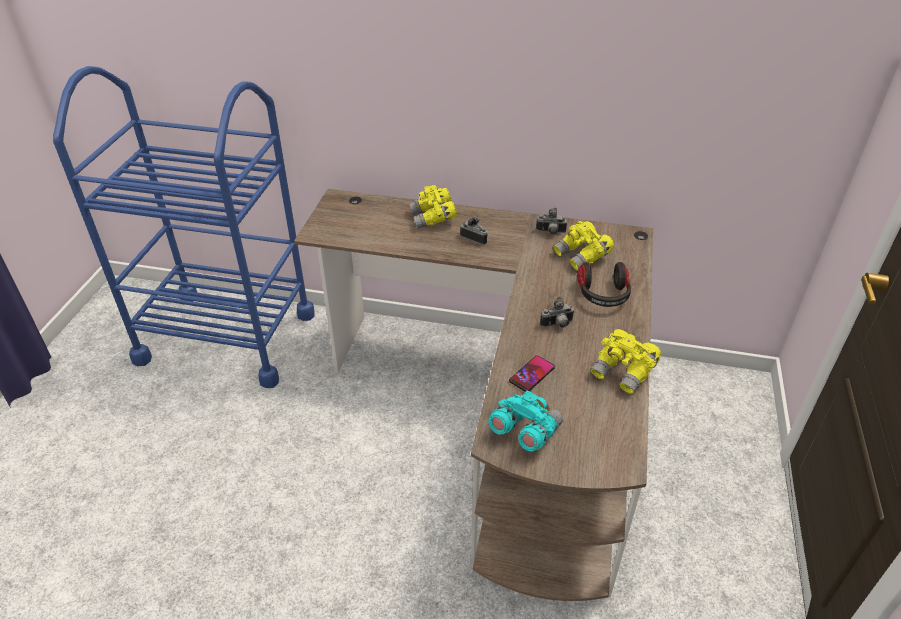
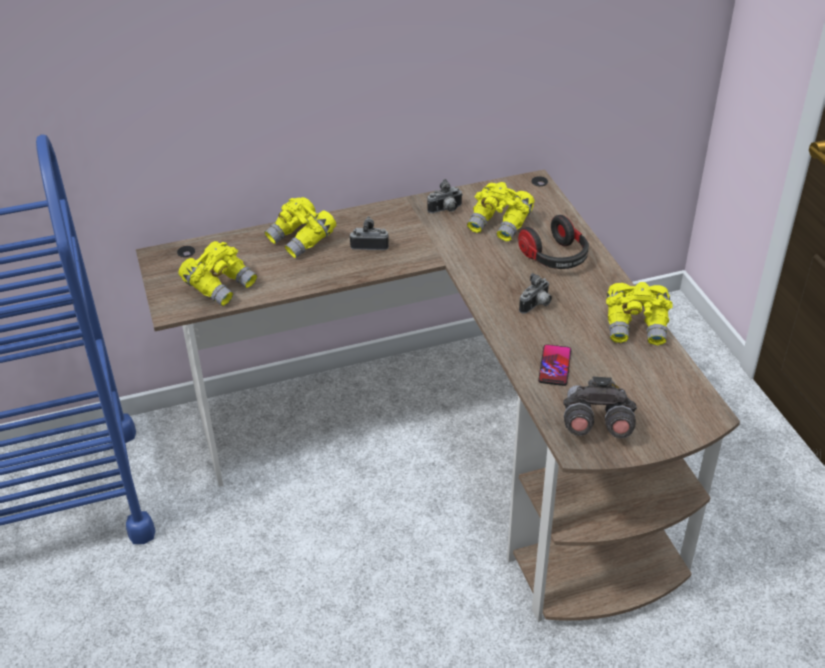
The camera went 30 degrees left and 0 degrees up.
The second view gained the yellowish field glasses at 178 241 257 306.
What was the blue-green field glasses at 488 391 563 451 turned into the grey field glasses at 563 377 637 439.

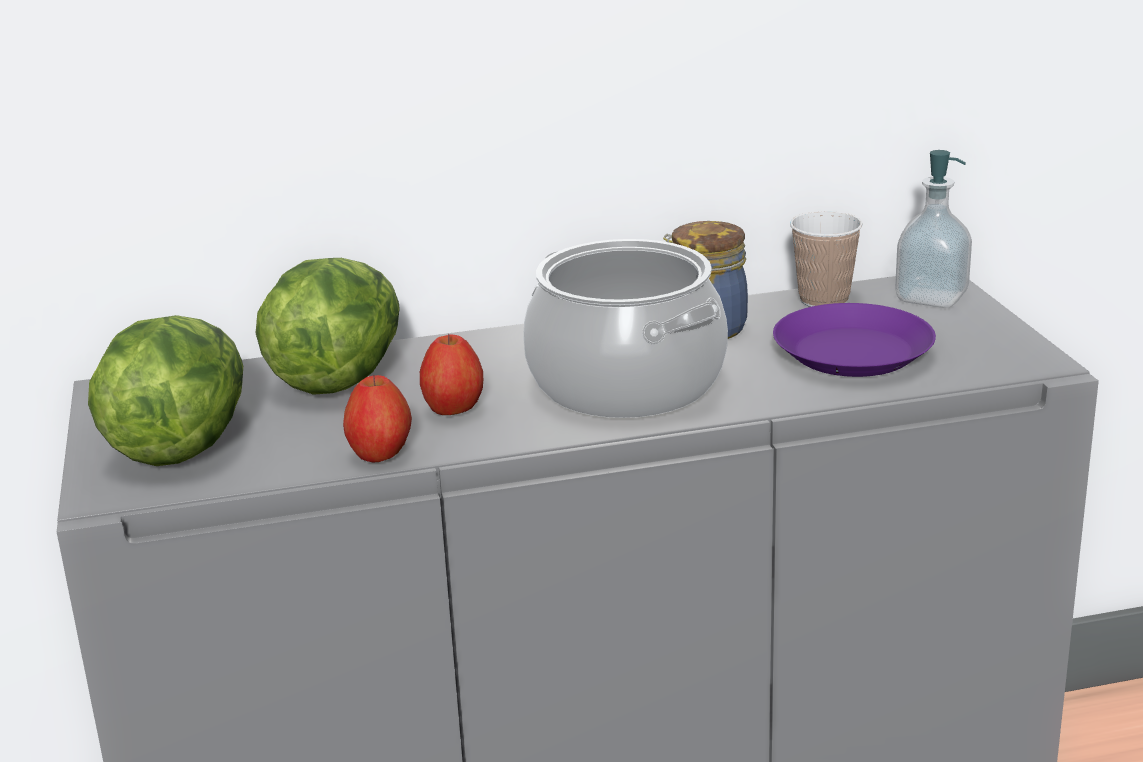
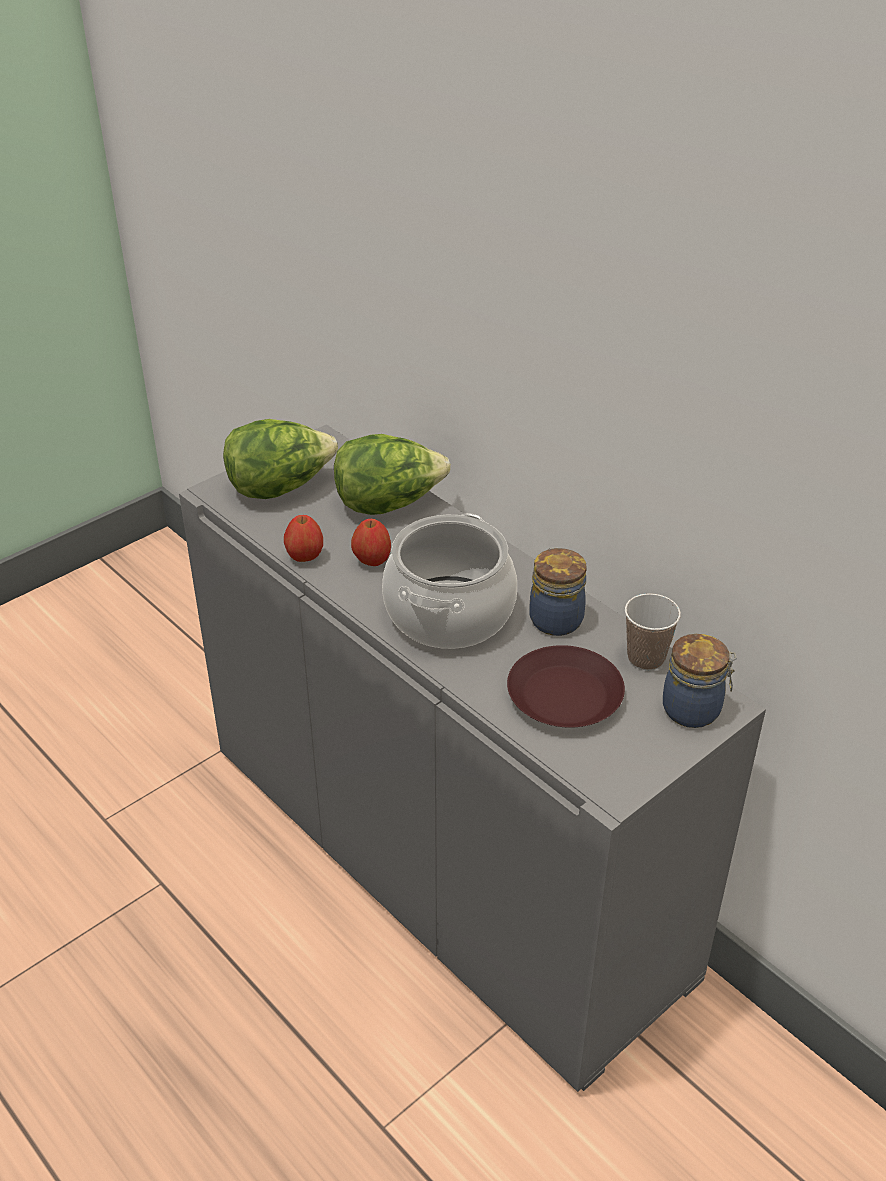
The camera went 60 degrees right and 15 degrees up.
Where the soap bottle stood at 895 150 972 308, the jar came to stand at 663 634 737 728.
What was the purple dinner plate at 773 303 936 377 turned into the brown-coloured dinner plate at 507 645 625 728.

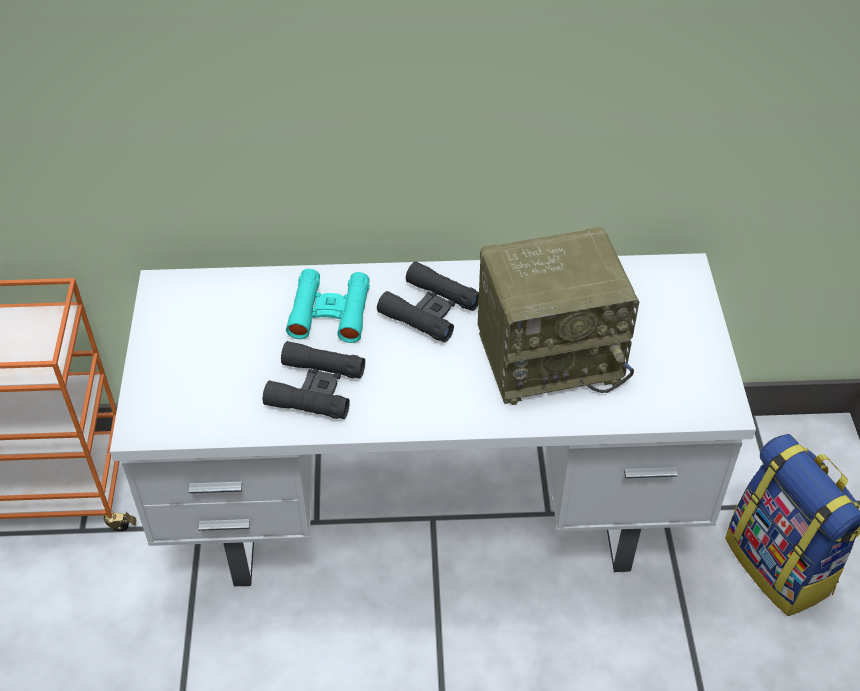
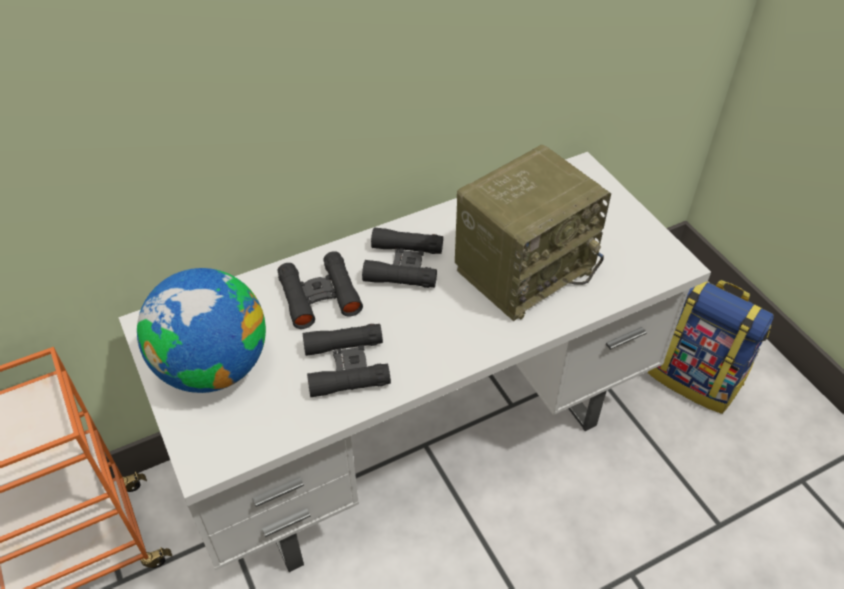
The camera went 25 degrees left and 0 degrees up.
The second view gained the world globe at 137 268 266 393.
What was the blue-green field glasses at 286 269 370 343 turned into the black-coloured field glasses at 278 251 363 329.

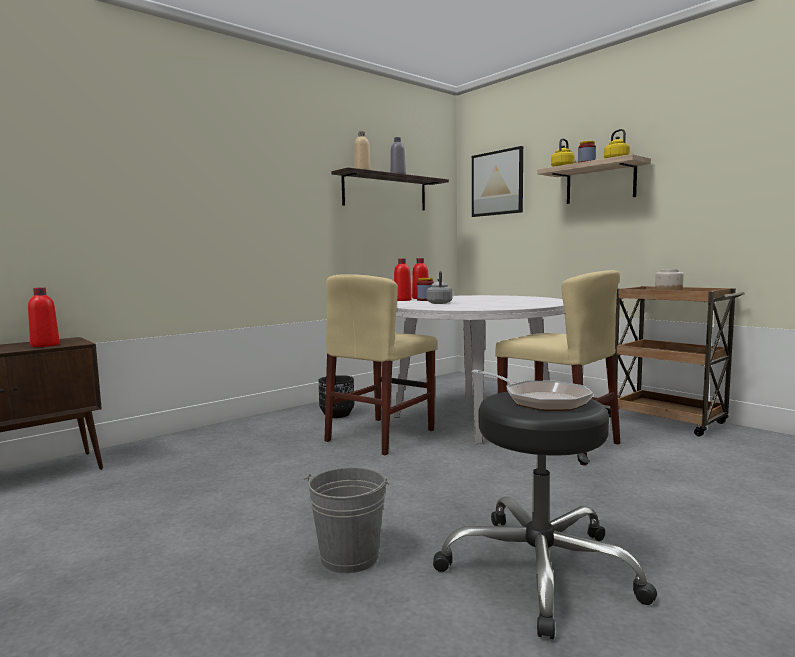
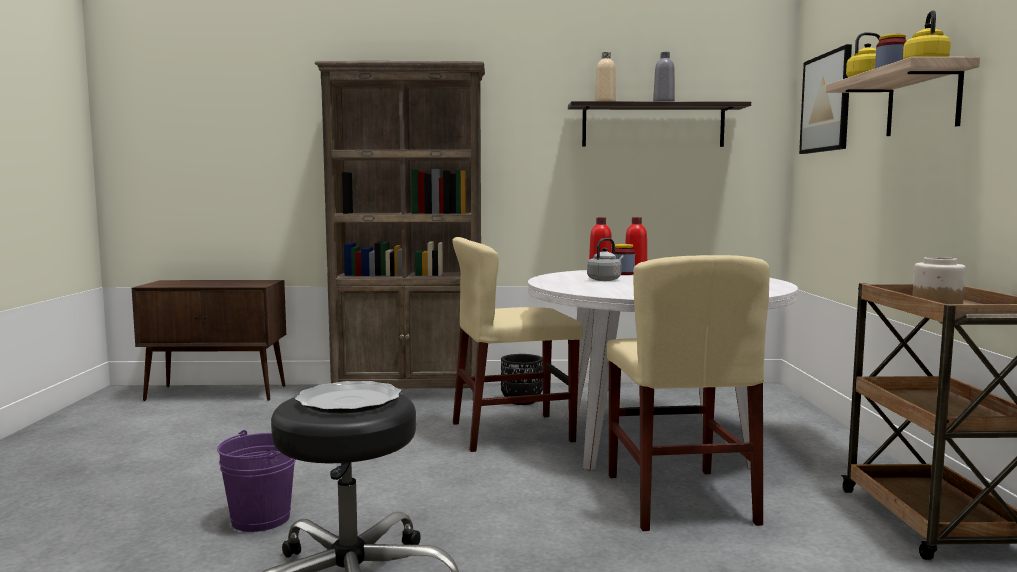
The camera went 40 degrees right and 0 degrees up.
The second view lost the reddish drink bottle at 28 288 60 347.
The second view gained the brown-coloured bookcase at 315 61 485 401.
Where the pan stood at 471 370 593 411, the dinner plate came to stand at 295 381 401 413.
What was the grey water bucket at 304 467 390 573 turned into the purple water bucket at 217 430 296 532.

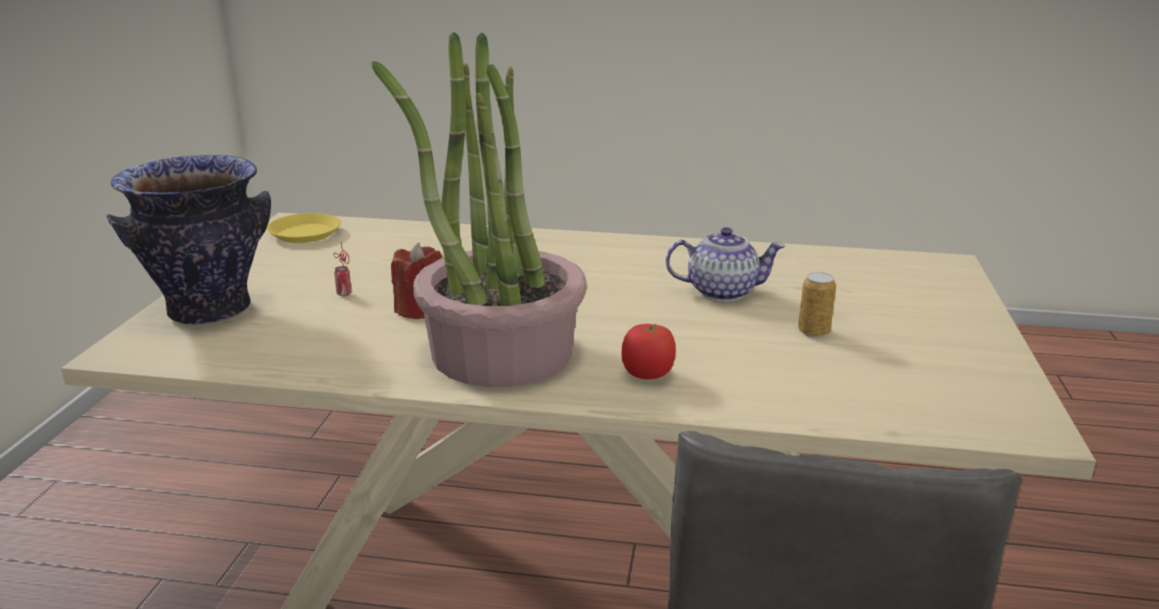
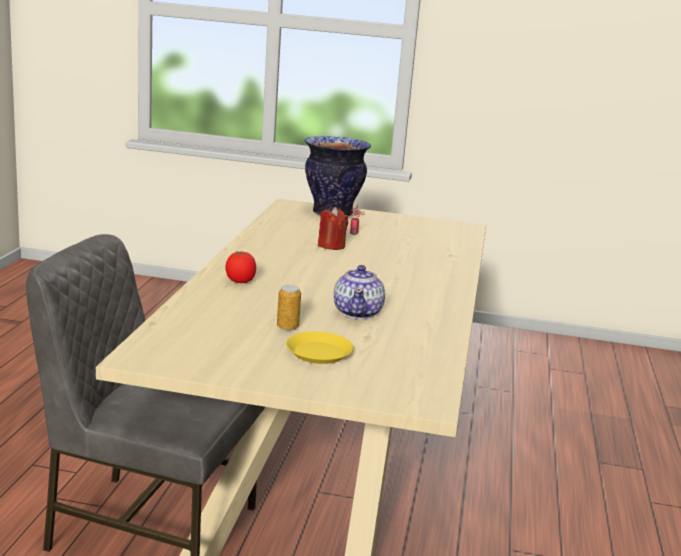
The camera went 90 degrees right and 5 degrees down.
The second view lost the plant in a pot at 371 32 587 387.
The yellowish dinner plate ended up elsewhere, having gone from 267 213 341 243 to 286 332 353 364.

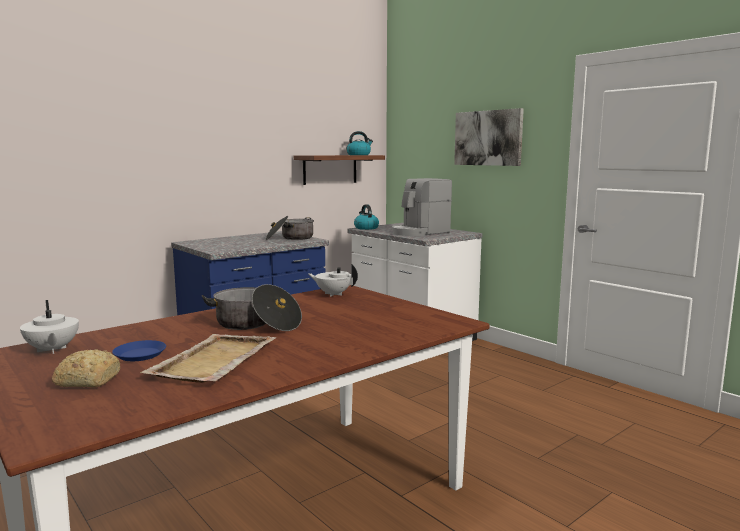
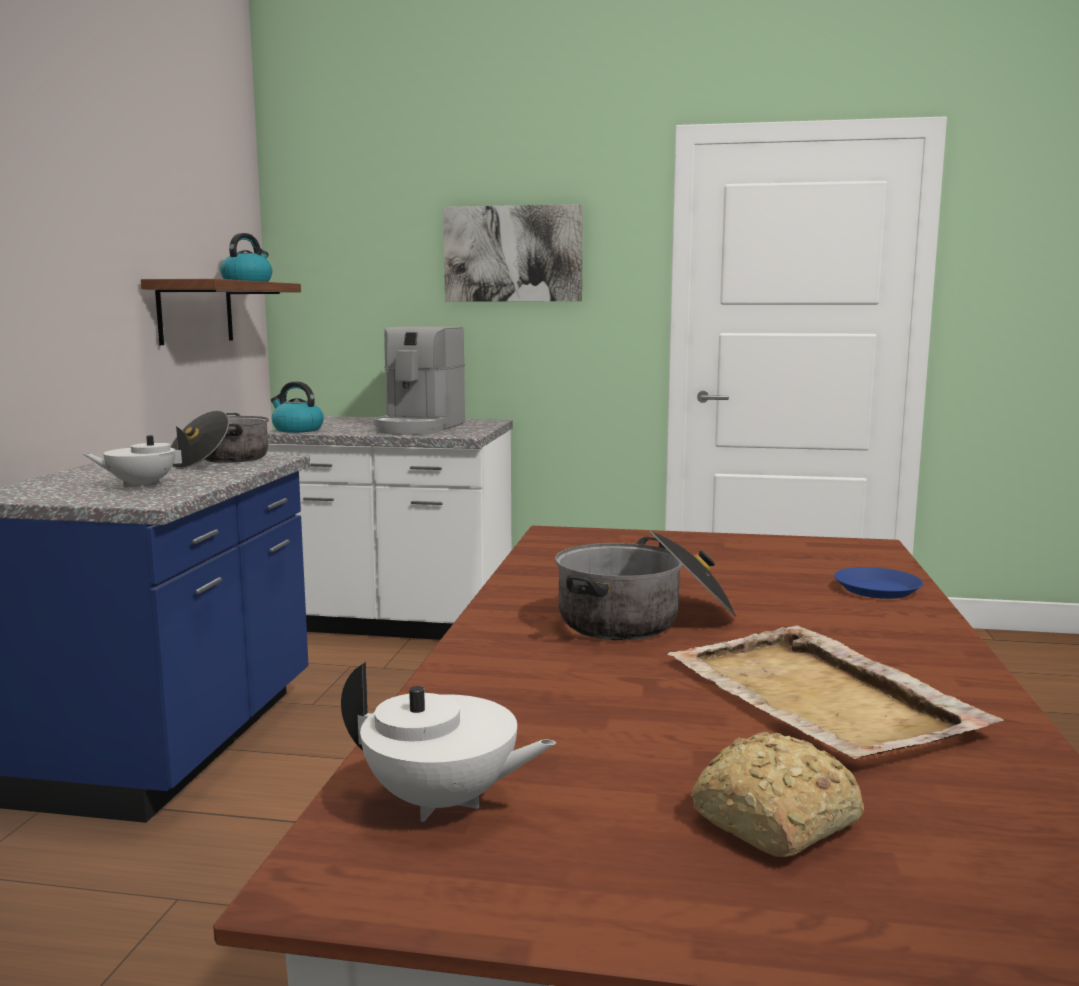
The camera went 40 degrees left and 0 degrees up.
The blue dinner plate ended up elsewhere, having gone from 112 340 166 361 to 834 567 923 599.
The white-coloured pot for tea ended up elsewhere, having gone from 308 264 358 297 to 83 426 190 489.

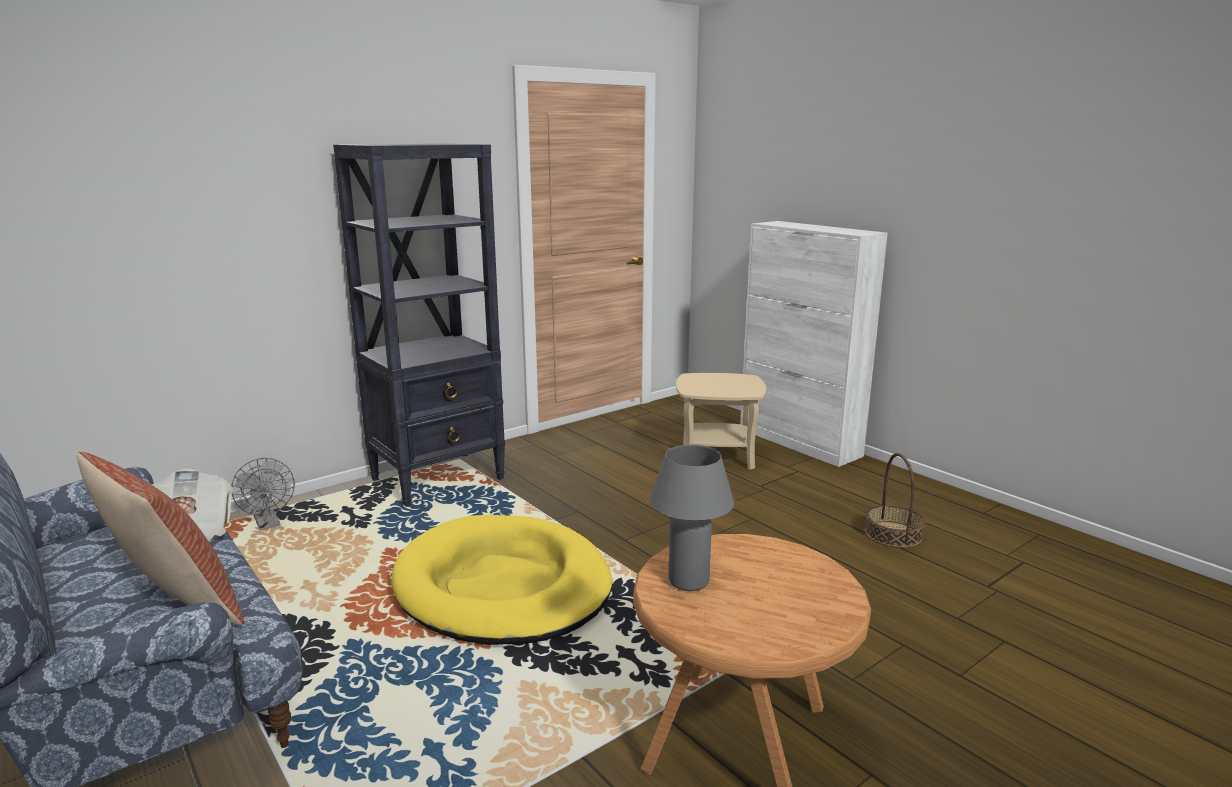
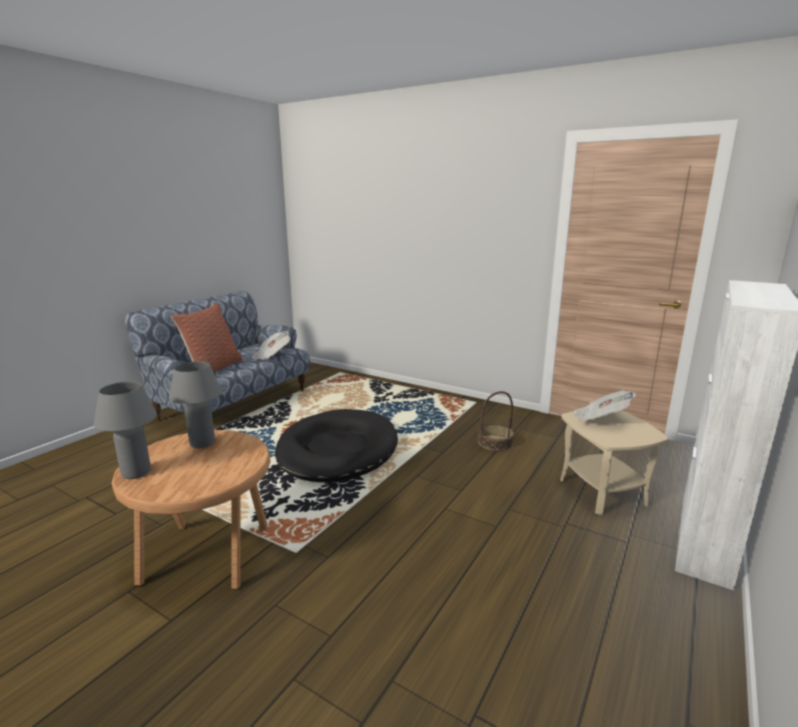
The camera went 70 degrees right and 0 degrees up.
The second view lost the grey fan at 231 458 295 530.
The second view lost the black-coloured bookcase at 333 144 505 506.
The second view gained the grey table lamp at 94 382 157 479.
The second view gained the printed paper at 572 390 636 422.
The basket ended up elsewhere, having gone from 865 453 925 548 to 477 391 514 451.
What was the yellowish pet bed at 391 515 612 645 turned into the black-coloured pet bed at 275 409 398 482.

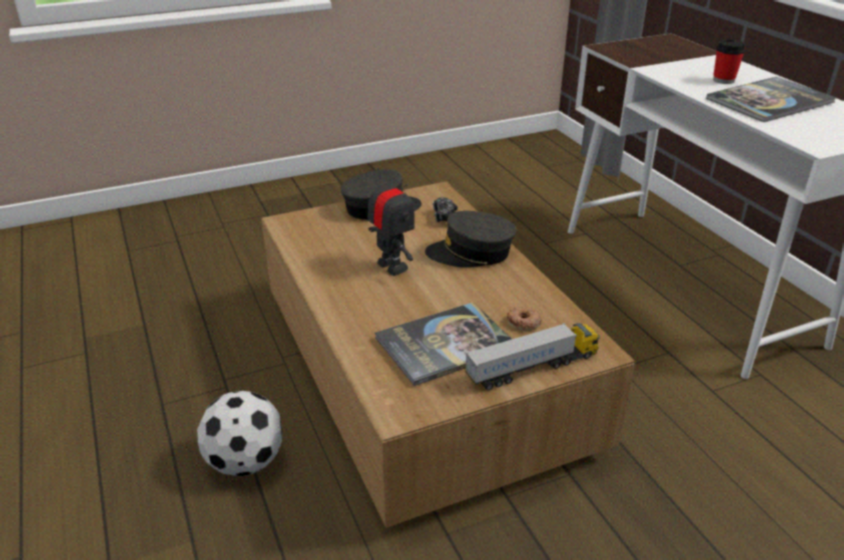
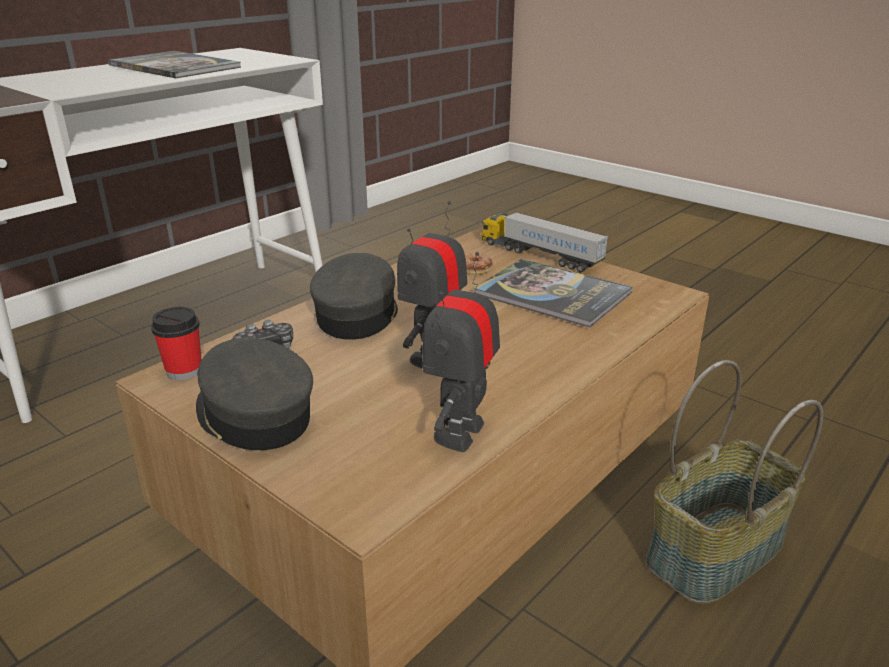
The camera went 115 degrees left and 5 degrees down.
The second view gained the robot figure at 423 252 500 452.
The drinking cup ended up elsewhere, having gone from 713 39 745 84 to 151 307 202 380.
Where the ball for football stood at 197 391 283 476, the basket came to stand at 646 360 823 604.
The grey peaked cap at 425 211 516 268 ended up facing another way, 150 degrees counterclockwise from before.

